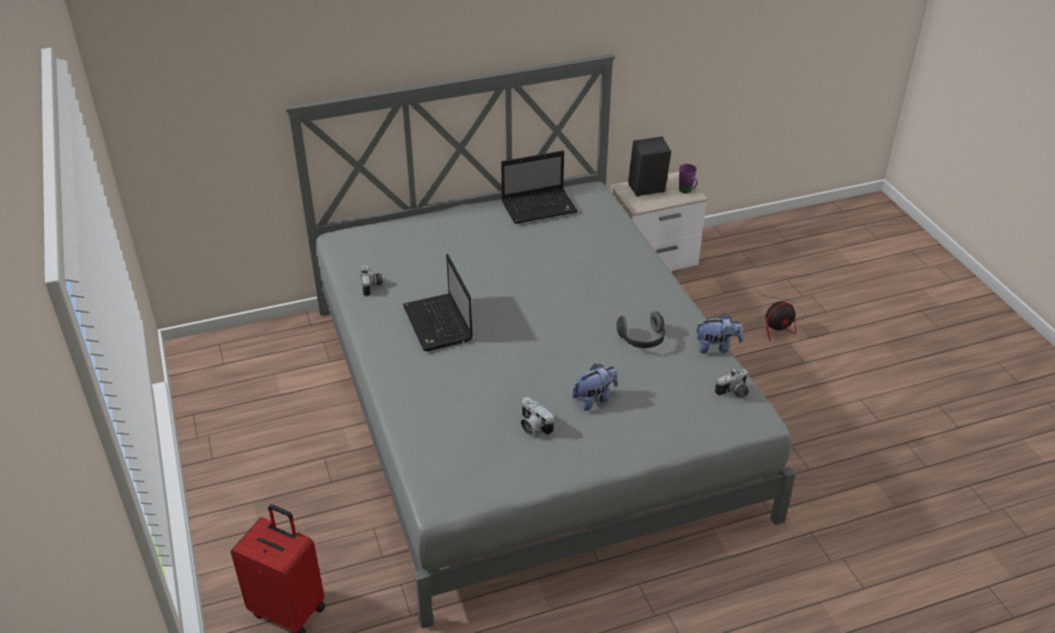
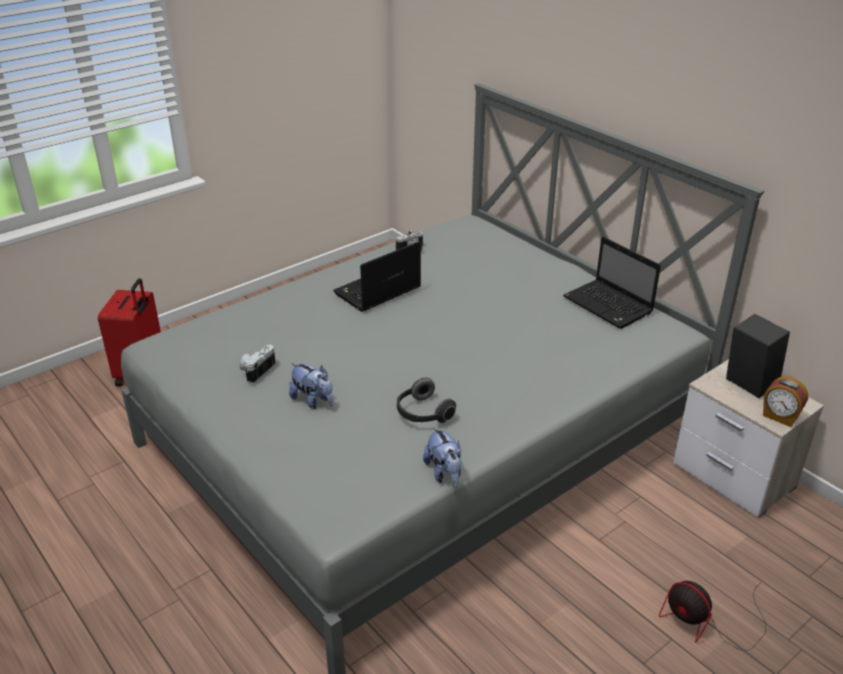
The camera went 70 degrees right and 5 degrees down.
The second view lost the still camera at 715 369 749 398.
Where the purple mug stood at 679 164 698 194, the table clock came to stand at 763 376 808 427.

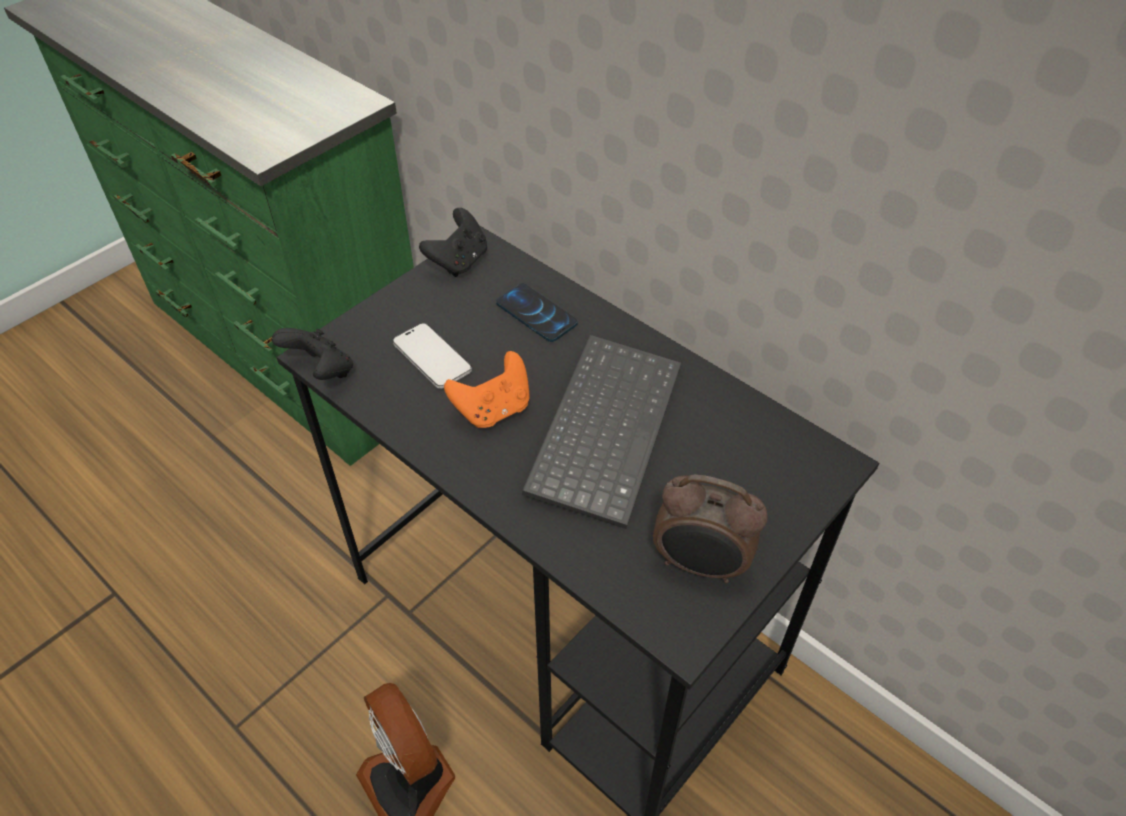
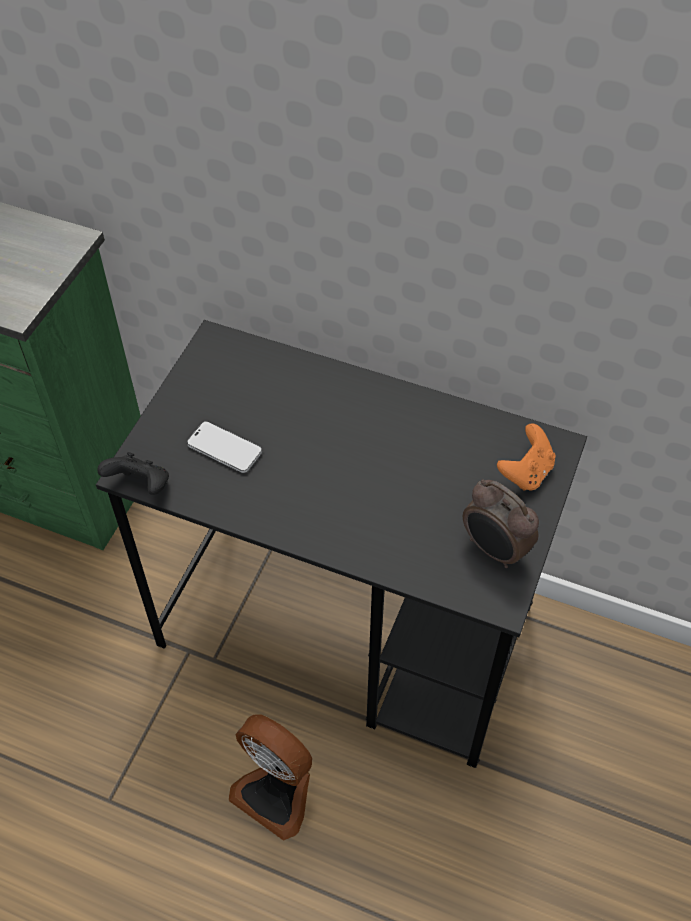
The camera went 20 degrees left and 5 degrees up.
The second view lost the black-coloured game controller at 419 208 487 277.
The second view lost the telephone at 496 283 578 342.
The second view lost the computer keyboard at 522 335 681 529.
The orange-coloured game controller ended up elsewhere, having gone from 444 351 530 428 to 497 423 556 491.
The table clock at 653 474 768 583 ended up facing another way, 45 degrees clockwise from before.

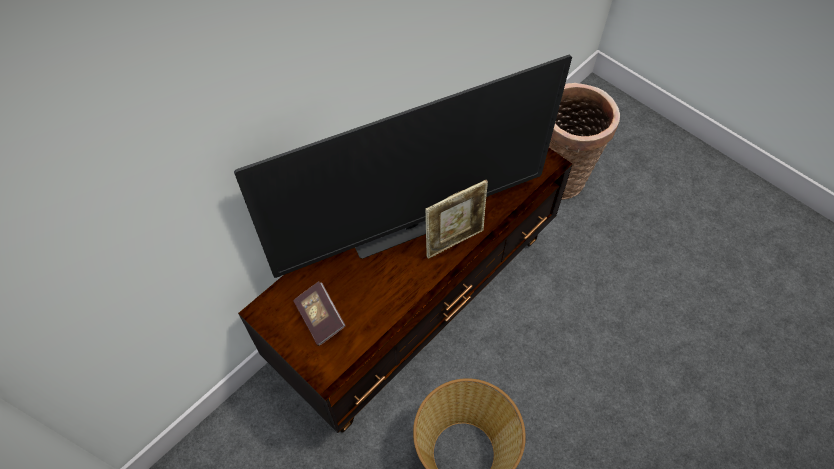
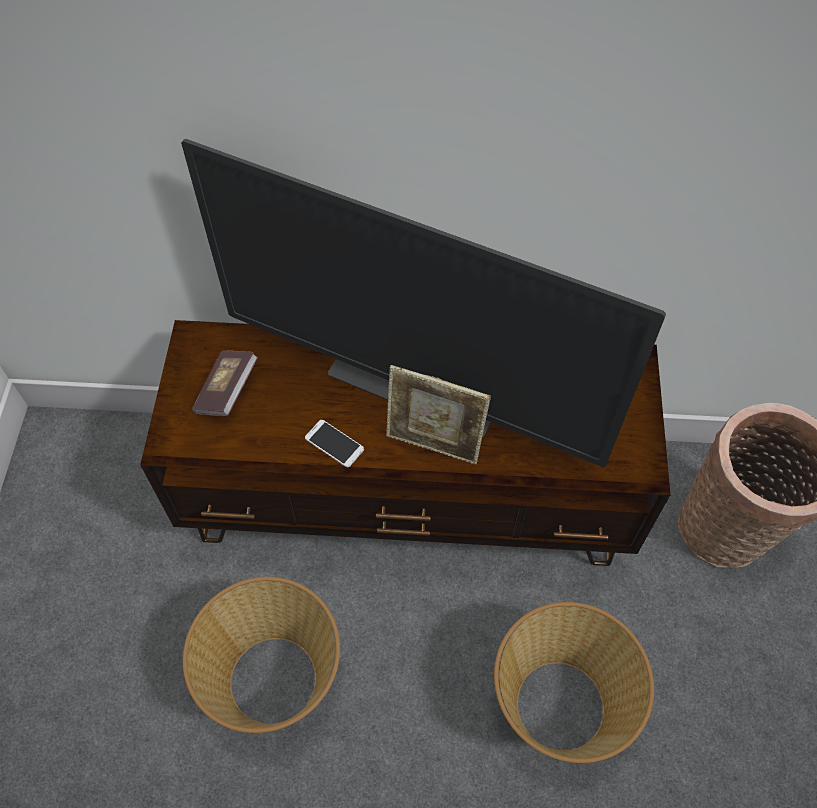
The camera went 50 degrees right and 0 degrees up.
The second view gained the telephone at 305 420 364 468.
The second view gained the basket at 494 602 654 763.

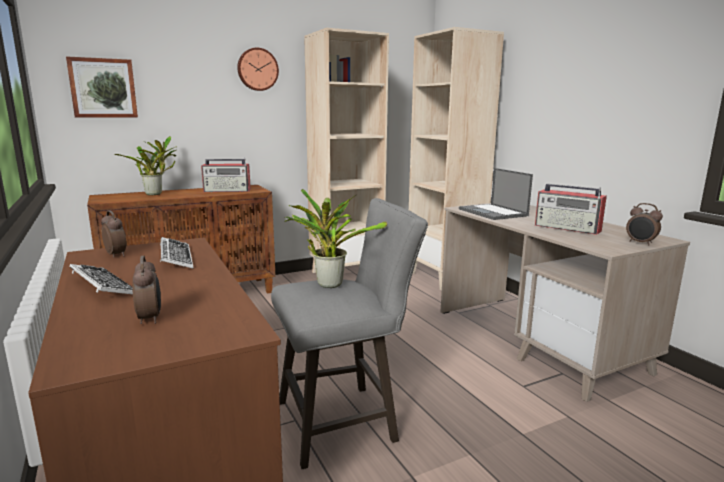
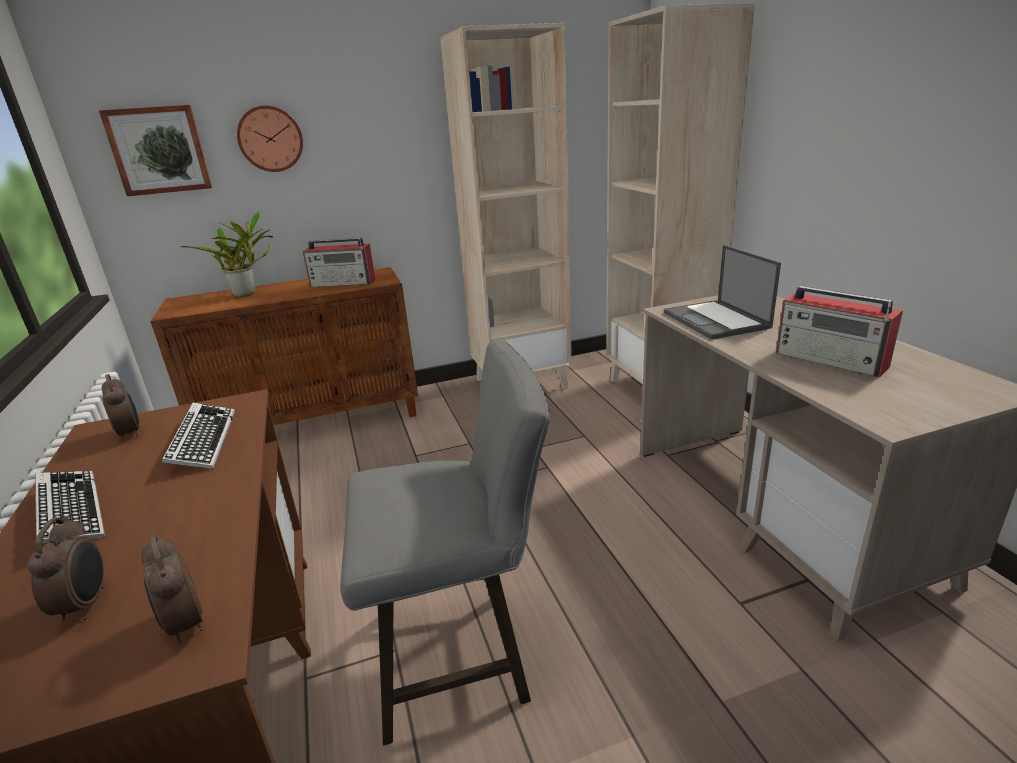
The camera went 10 degrees right and 10 degrees up.
The second view lost the plant in a pot at 284 189 387 288.
The hanging clock ended up elsewhere, having gone from 237 48 279 91 to 237 105 303 172.
The table clock ended up elsewhere, having gone from 626 203 663 245 to 141 535 203 645.

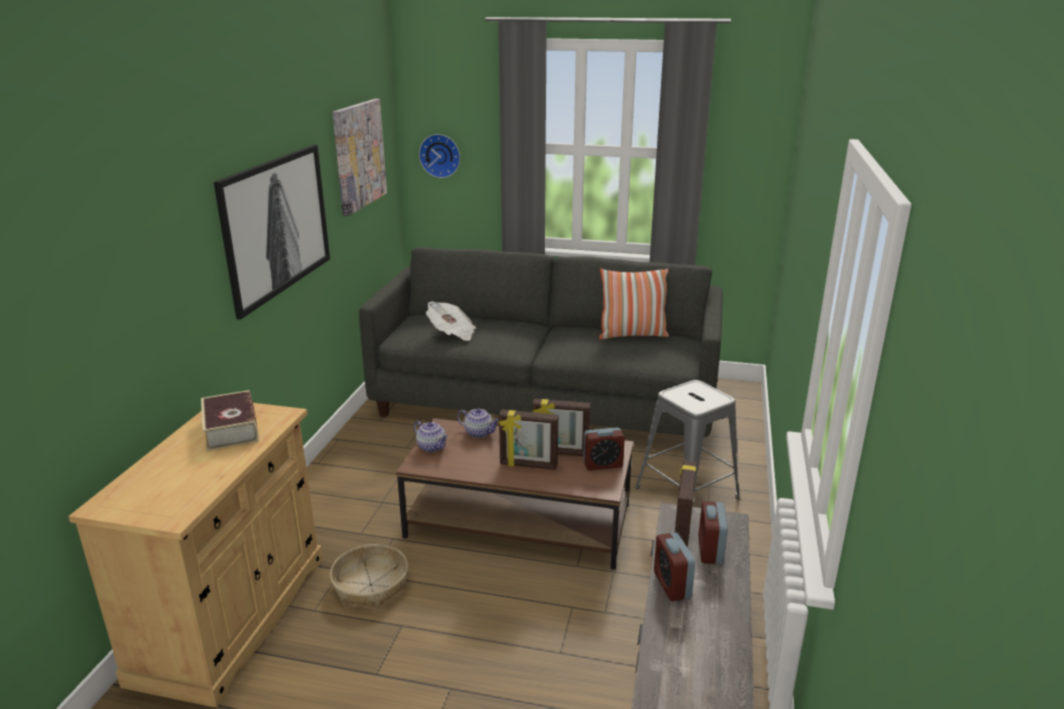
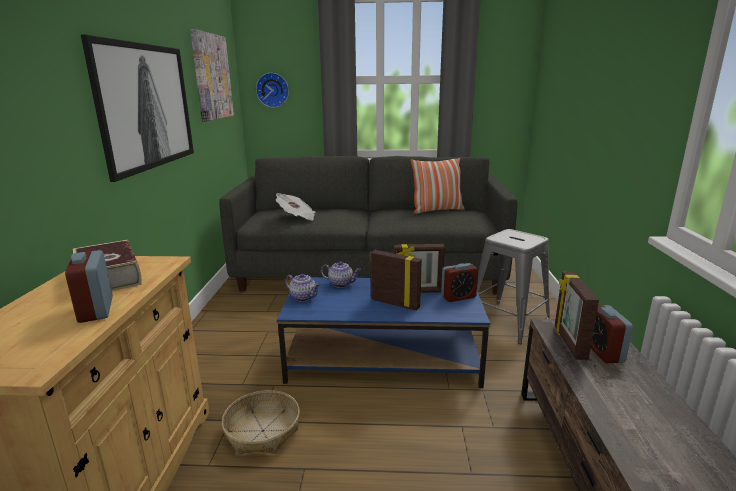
The camera went 10 degrees left and 5 degrees down.
The table clock ended up elsewhere, having gone from 654 532 696 601 to 65 250 113 323.
What was the brown-coloured coffee table at 396 418 633 570 turned into the blue coffee table at 277 277 490 388.
The photo frame at 499 409 558 470 ended up facing another way, 150 degrees counterclockwise from before.

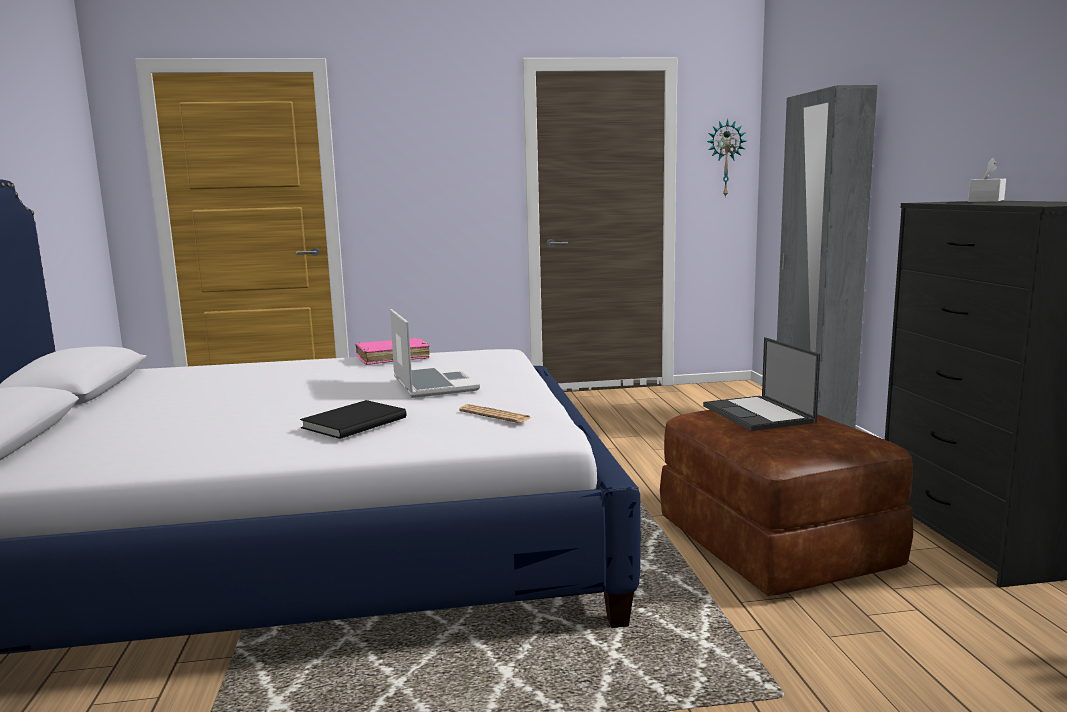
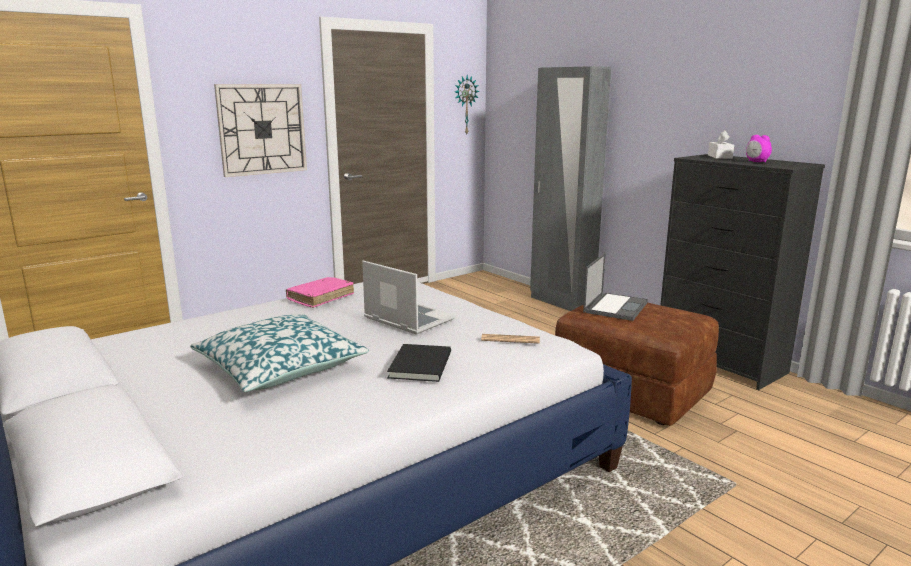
The camera went 30 degrees left and 5 degrees up.
The second view gained the throw pillow at 190 314 369 392.
The second view gained the hanging clock at 214 84 307 177.
The second view gained the table clock at 746 135 772 163.
The laptop at 703 337 820 431 ended up facing another way, 105 degrees counterclockwise from before.

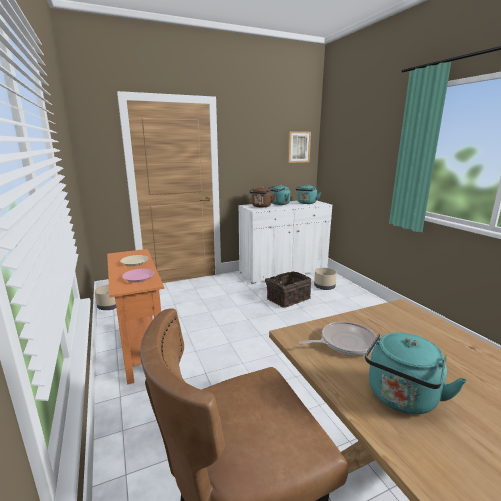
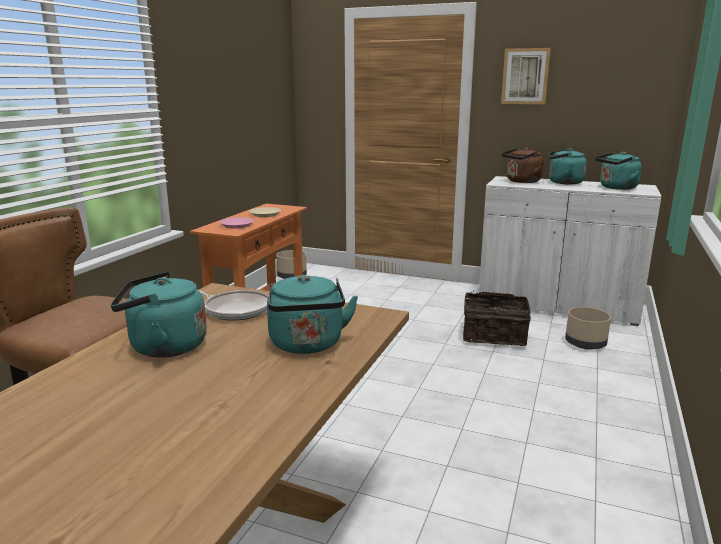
The camera went 45 degrees right and 0 degrees up.
The second view gained the blue-green tea kettle at 267 274 358 354.
The picture ended up elsewhere, having gone from 288 131 311 163 to 501 48 551 104.

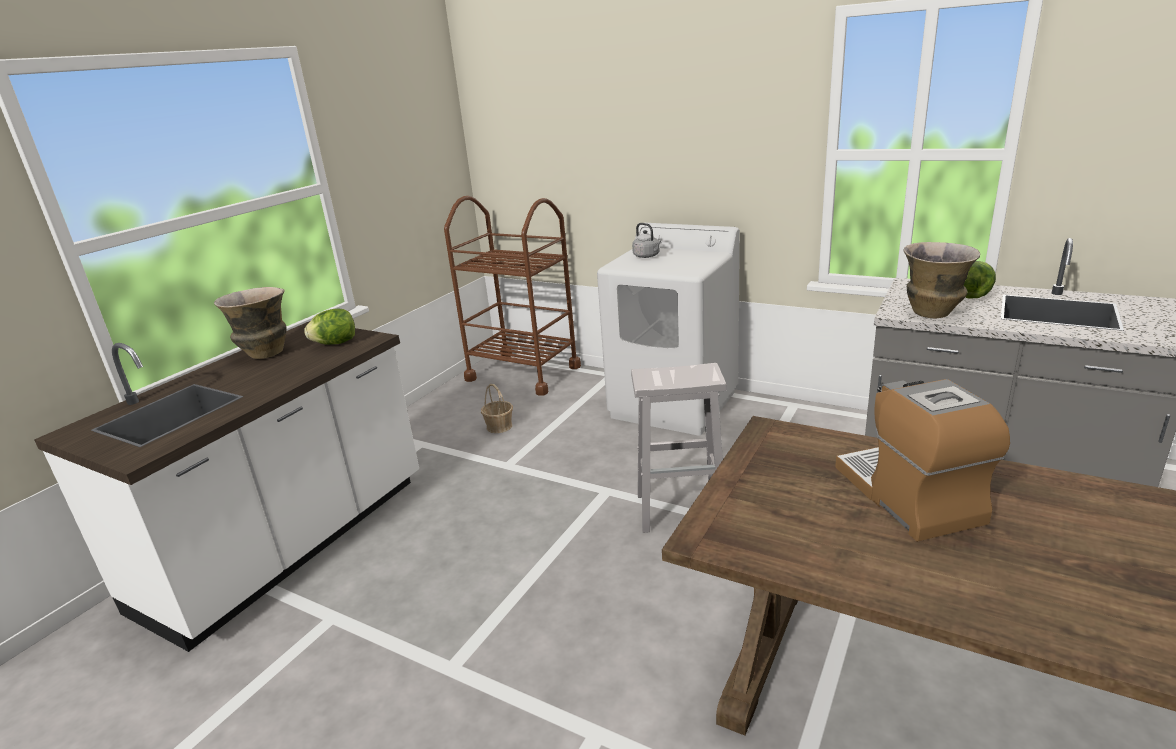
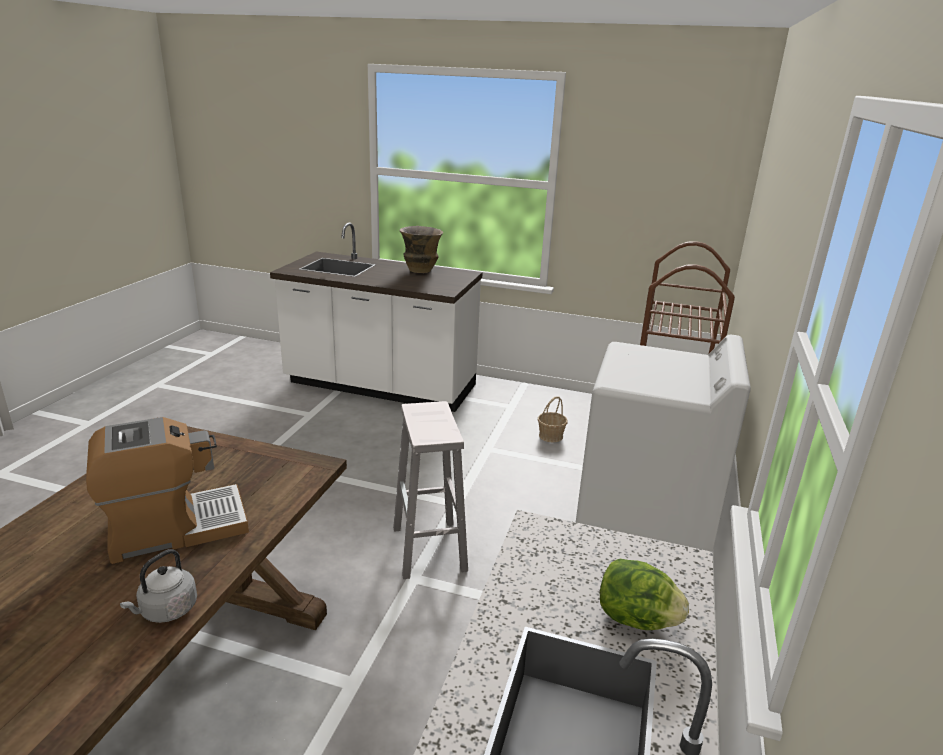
The camera went 75 degrees right and 0 degrees up.
The second view lost the lettuce head at 304 309 355 345.
The second view lost the decorative vase at 903 242 980 318.
The grey tea kettle ended up elsewhere, having gone from 632 223 661 258 to 120 549 197 623.

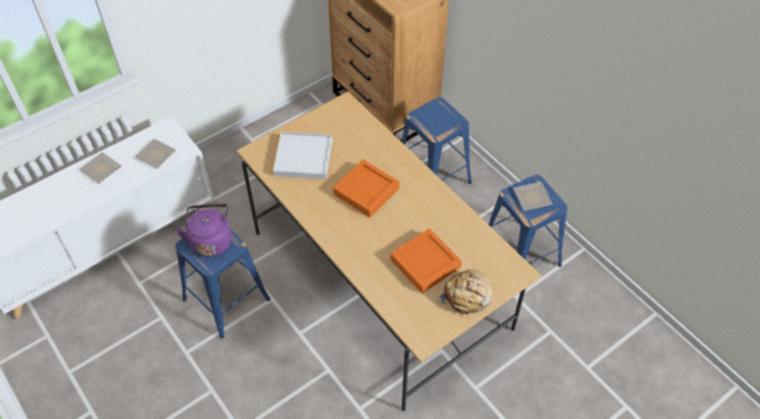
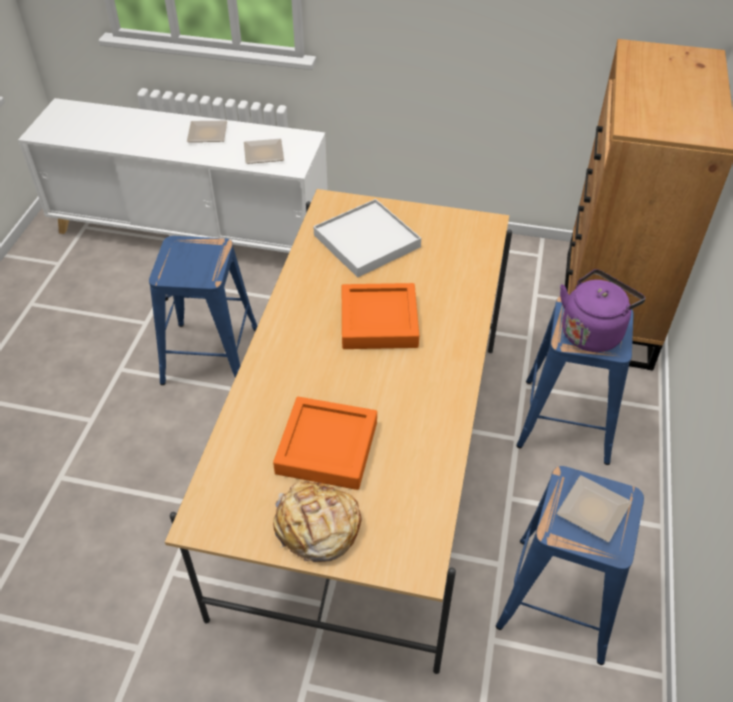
The camera went 50 degrees right and 5 degrees down.
The purple tea kettle ended up elsewhere, having gone from 176 204 232 257 to 560 269 645 352.

